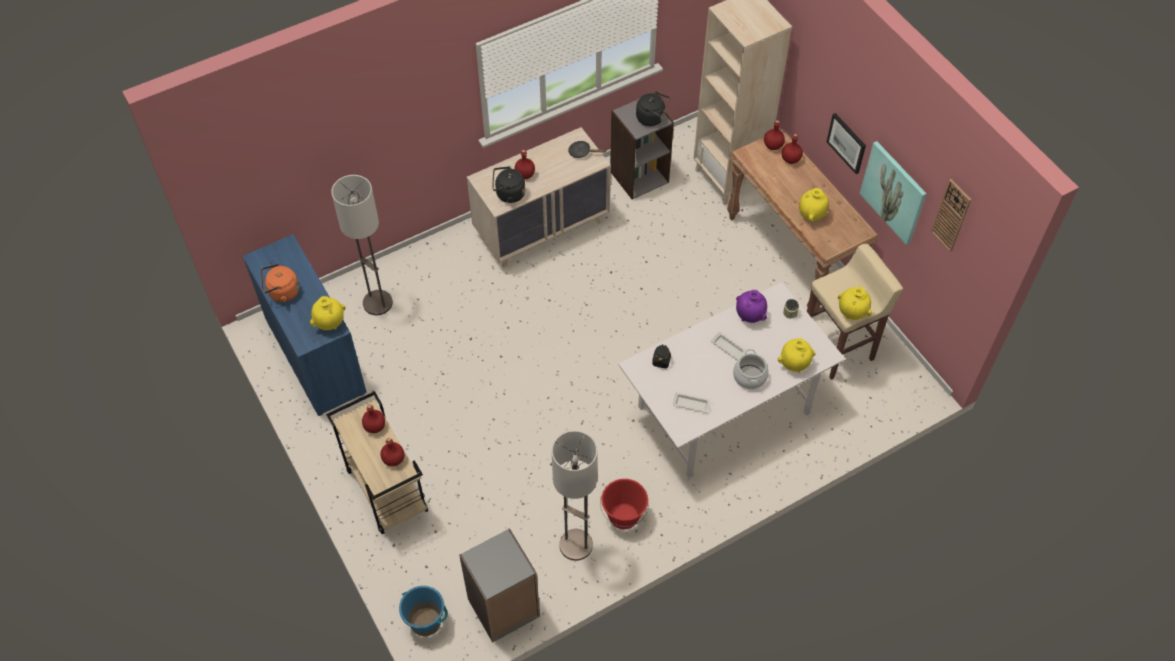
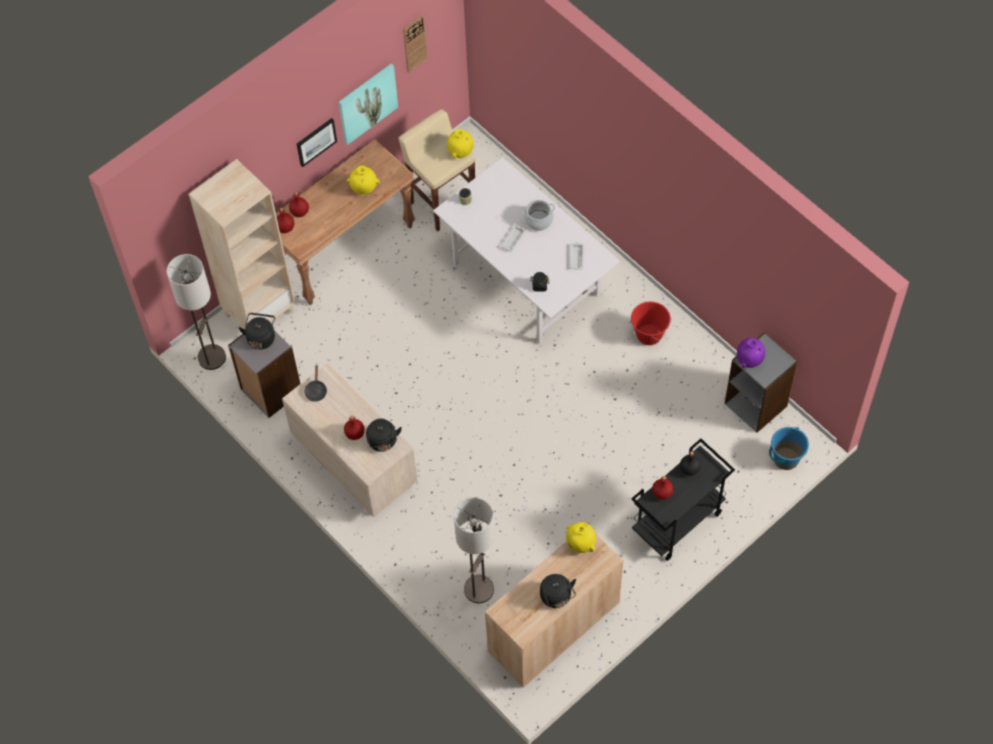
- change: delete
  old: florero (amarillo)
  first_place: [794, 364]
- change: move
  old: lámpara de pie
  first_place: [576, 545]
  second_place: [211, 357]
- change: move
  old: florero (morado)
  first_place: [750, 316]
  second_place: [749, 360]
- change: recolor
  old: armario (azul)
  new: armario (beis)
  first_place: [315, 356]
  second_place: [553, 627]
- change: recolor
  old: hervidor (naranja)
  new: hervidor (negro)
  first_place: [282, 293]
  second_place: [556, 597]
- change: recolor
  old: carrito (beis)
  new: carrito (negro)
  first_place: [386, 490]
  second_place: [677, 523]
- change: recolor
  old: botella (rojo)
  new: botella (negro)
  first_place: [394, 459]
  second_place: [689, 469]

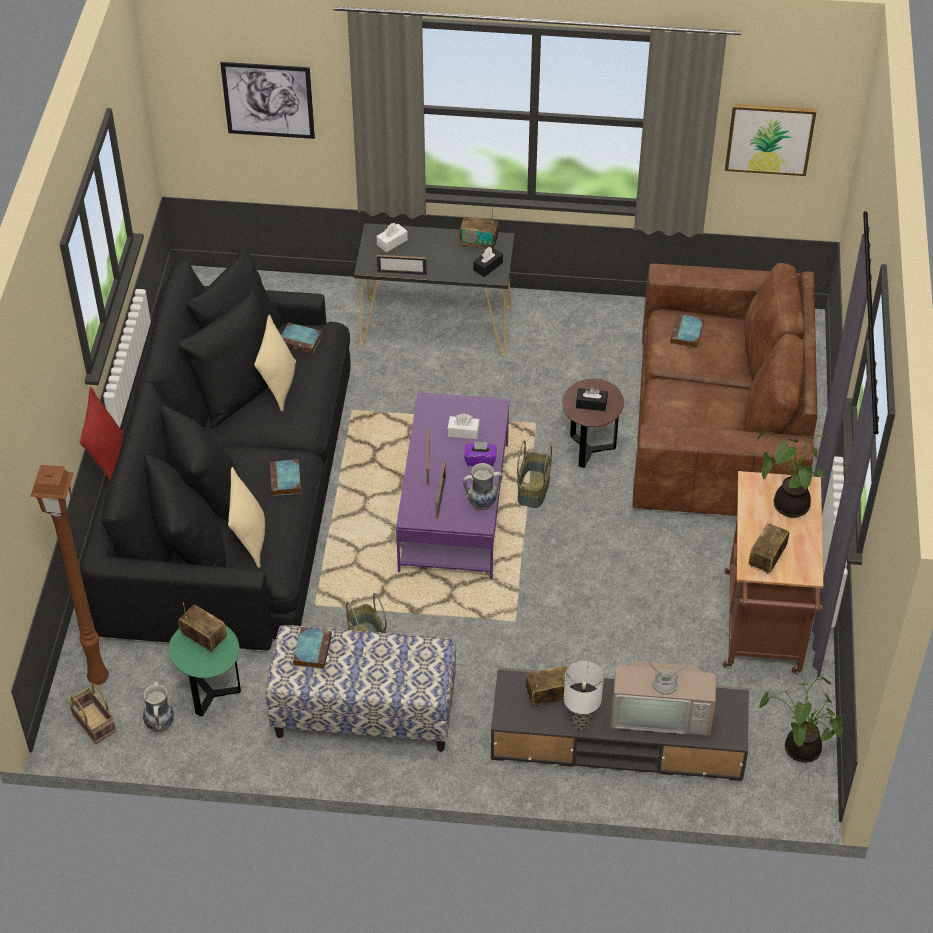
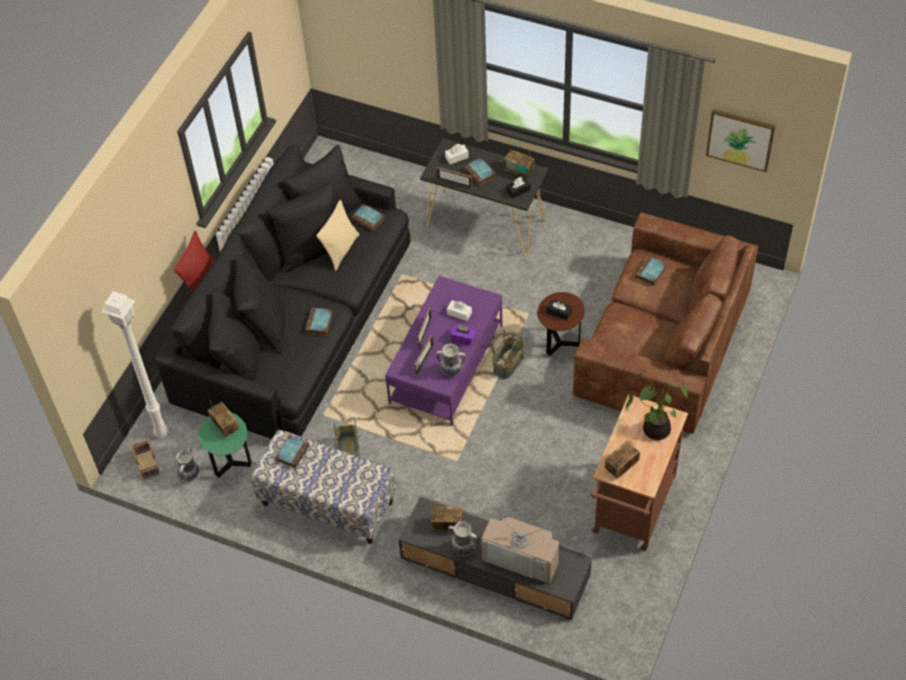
- change: delete
  old: cuadro
  first_place: [268, 100]
- change: delete
  old: cojín (beis)
  first_place: [250, 539]
- change: delete
  old: planta en maceta
  first_place: [799, 749]
- change: insert
  new: libro
  second_place: [480, 173]
- change: replace
  old: lámpara de mesa
  new: florero
  first_place: [581, 720]
  second_place: [463, 549]
- change: recolor
  old: lámpara de pie (marrón)
  new: lámpara de pie (blanco)
  first_place: [97, 676]
  second_place: [161, 432]

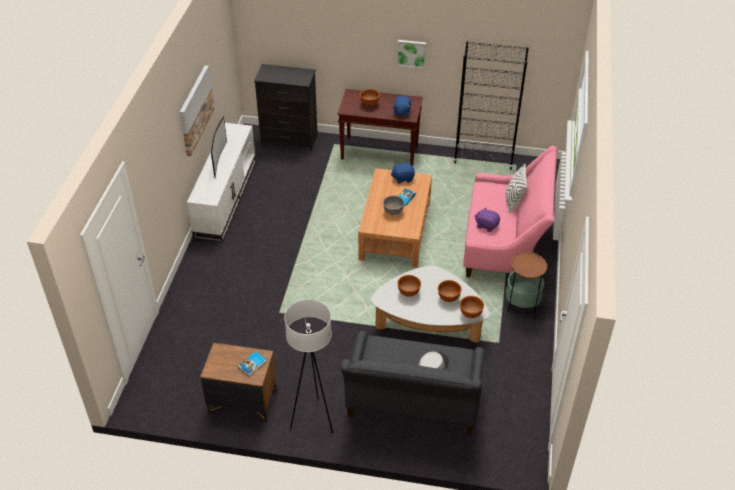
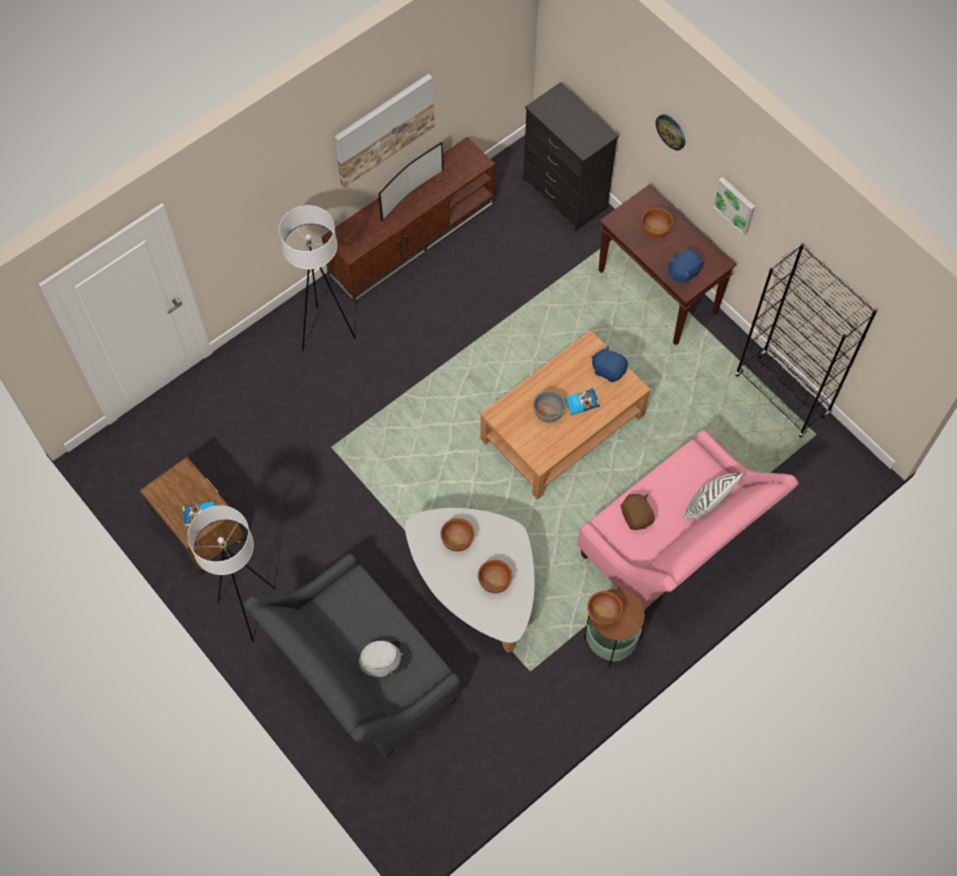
- change: insert
  new: lámpara de pie (blanco)
  second_place: [325, 332]
- change: insert
  new: reloj de pared
  second_place: [671, 131]
- change: move
  old: cuenco (marrón)
  first_place: [471, 313]
  second_place: [603, 614]
- change: recolor
  old: mueble de televisión (blanco)
  new: mueble de televisión (marrón)
  first_place: [225, 197]
  second_place: [412, 237]
- change: recolor
  old: peluche (morado)
  new: peluche (marrón)
  first_place: [486, 225]
  second_place: [636, 516]

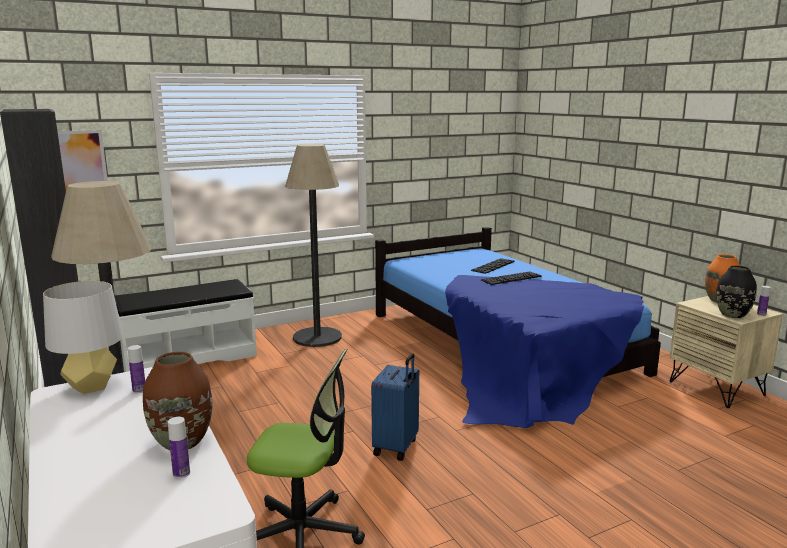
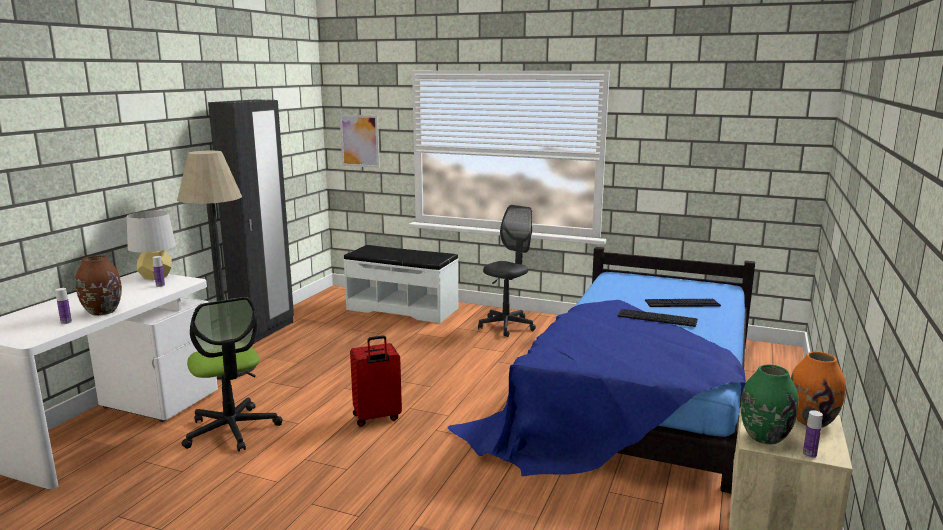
- change: replace
  old: lámpara de pie
  new: silla de oficina (gris)
  first_place: [317, 337]
  second_place: [506, 326]
- change: recolor
  old: maleta (azul)
  new: maleta (rojo)
  first_place: [397, 447]
  second_place: [377, 418]
- change: recolor
  old: florero (negro)
  new: florero (verde)
  first_place: [732, 315]
  second_place: [764, 436]

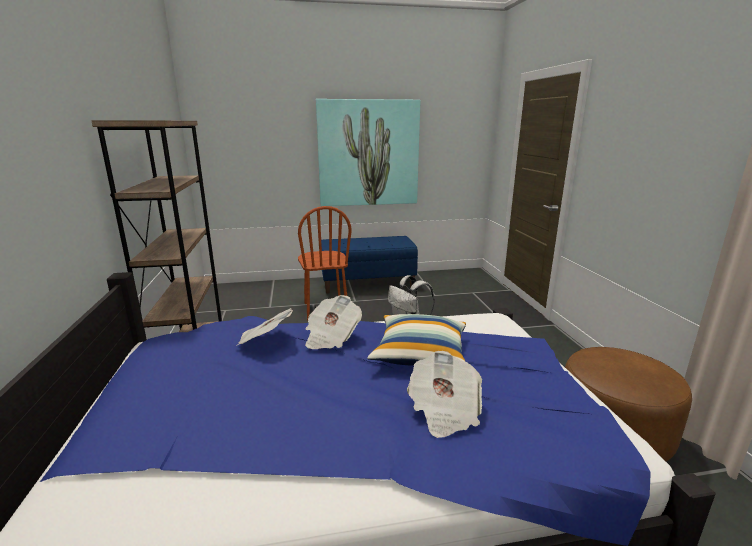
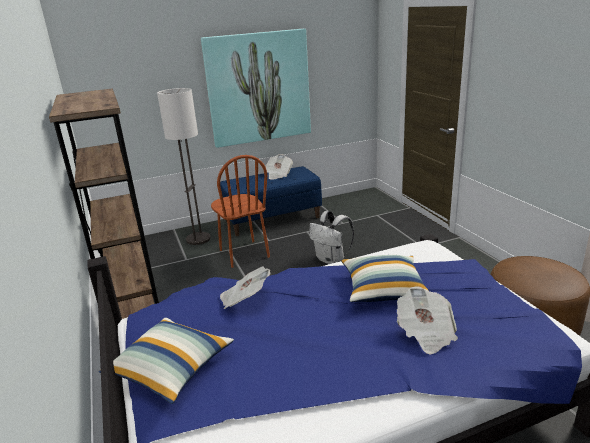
- change: insert
  new: cojín
  second_place: [171, 369]
- change: insert
  new: lámpara de pie
  second_place: [198, 239]
- change: move
  old: periódico
  first_place: [331, 337]
  second_place: [278, 174]

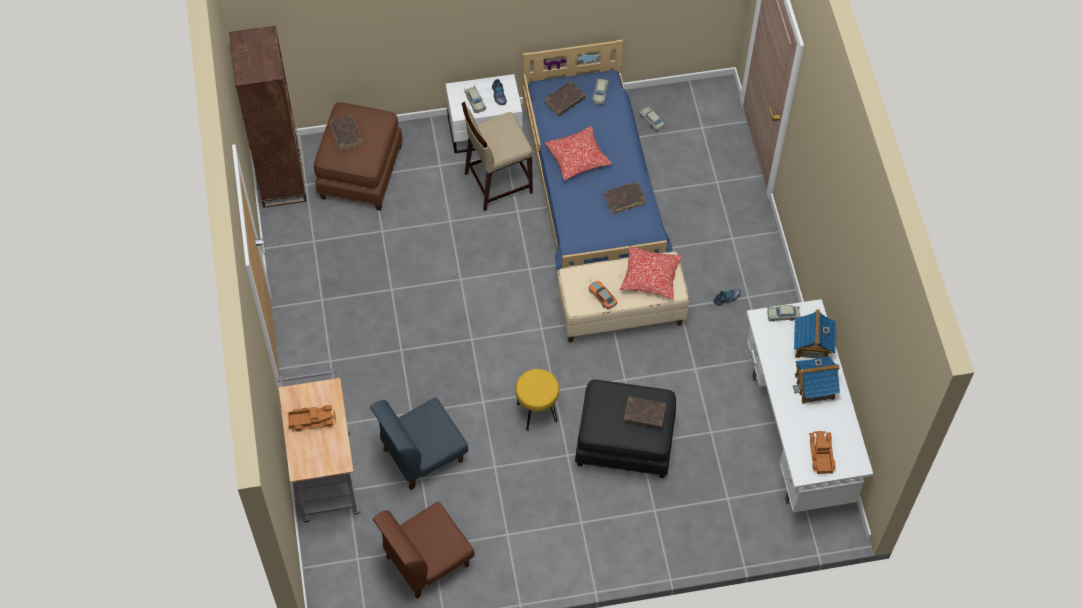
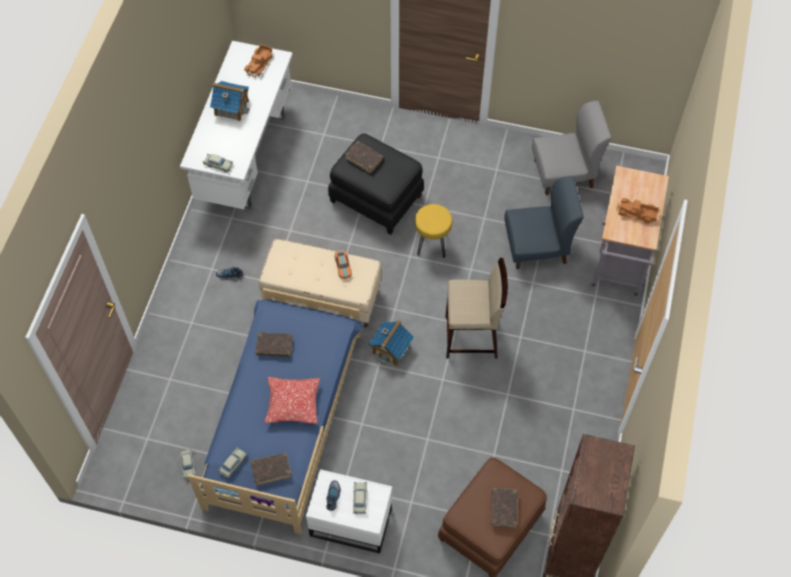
- change: delete
  old: cojín
  first_place: [650, 277]
- change: move
  old: taburete (beis)
  first_place: [497, 182]
  second_place: [471, 337]
- change: move
  old: casita
  first_place: [812, 345]
  second_place: [391, 348]
- change: recolor
  old: silla (marrón)
  new: silla (gris)
  first_place: [426, 561]
  second_place: [564, 174]

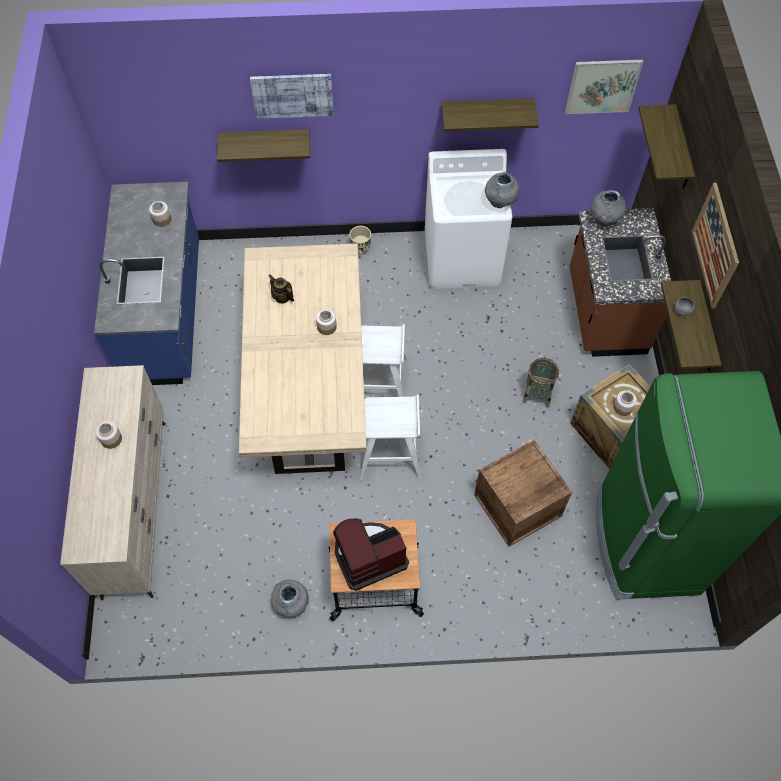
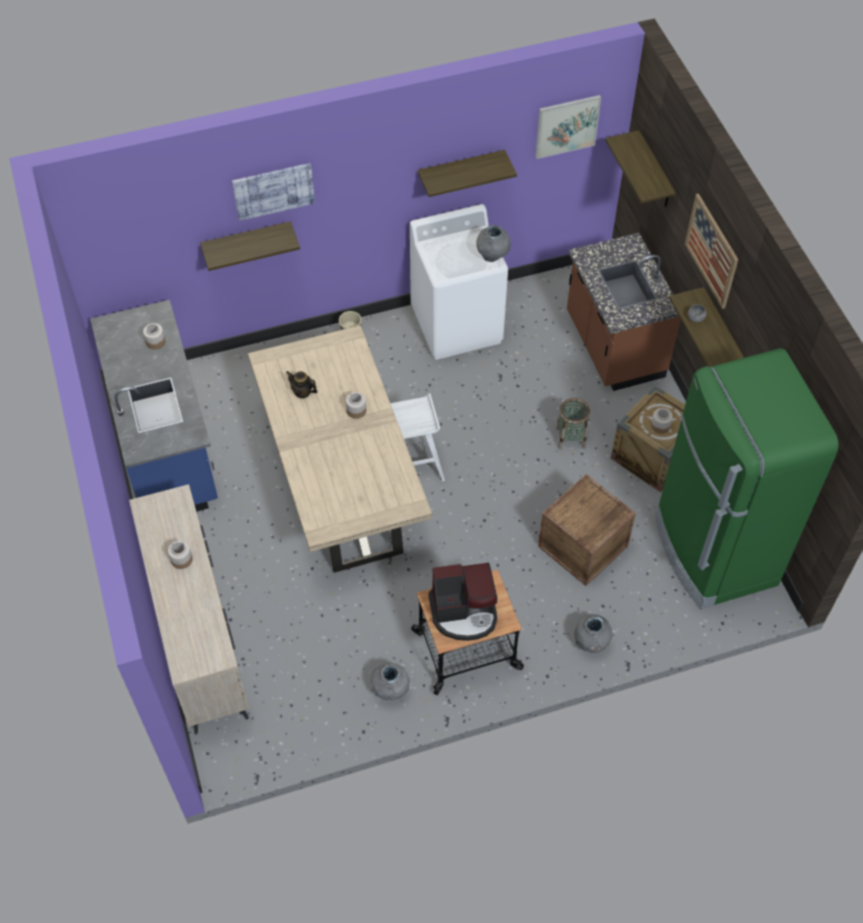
- change: delete
  old: taburete (blanco)
  first_place: [391, 450]
- change: move
  old: florero (gris)
  first_place: [604, 220]
  second_place: [591, 643]
- change: rotate
  old: cafetera
  first_place: [369, 556]
  second_place: [464, 613]
  degrees: -150

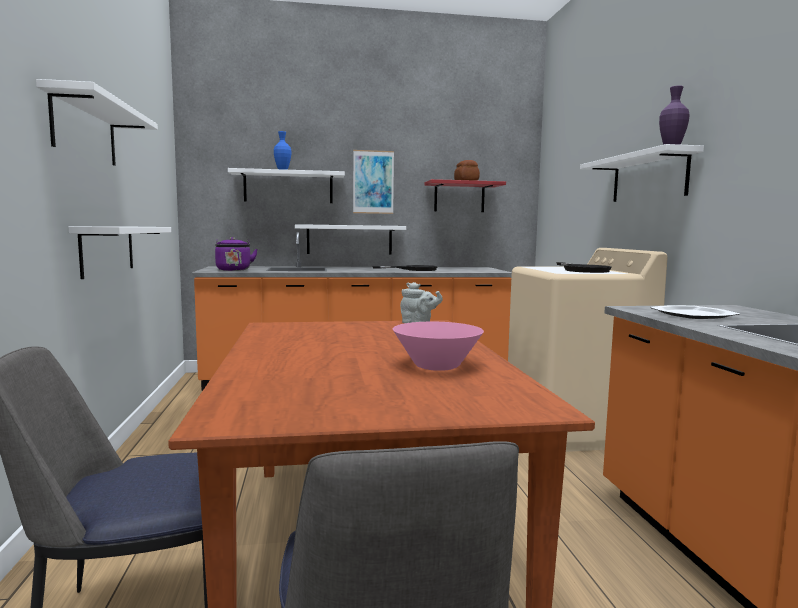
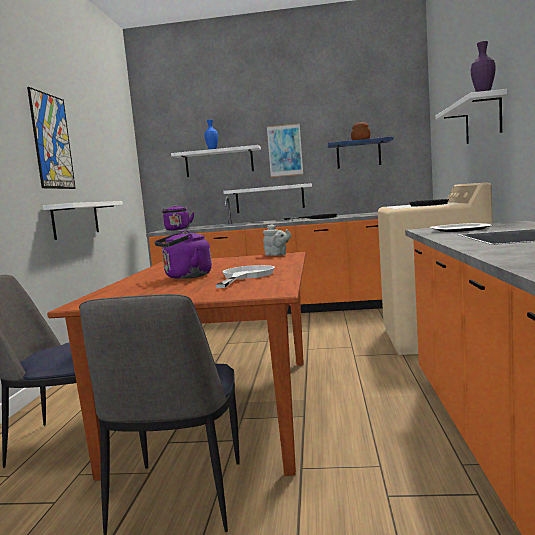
- change: insert
  new: hervidor (morado)
  second_place: [185, 277]
- change: replace
  old: estante (blanco)
  new: cuadro
  first_place: [85, 130]
  second_place: [52, 141]
- change: replace
  old: cuenco (rosa)
  new: sartén (blanco)
  first_place: [436, 366]
  second_place: [245, 276]
- change: recolor
  old: estante (rojo)
  new: estante (azul)
  first_place: [459, 197]
  second_place: [358, 154]

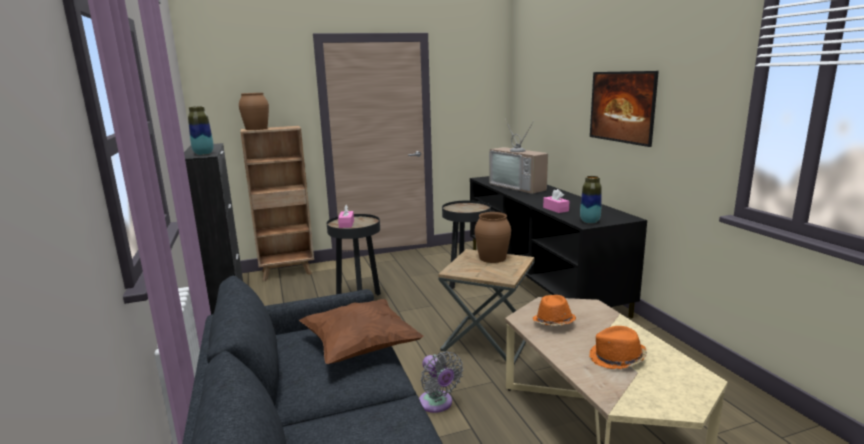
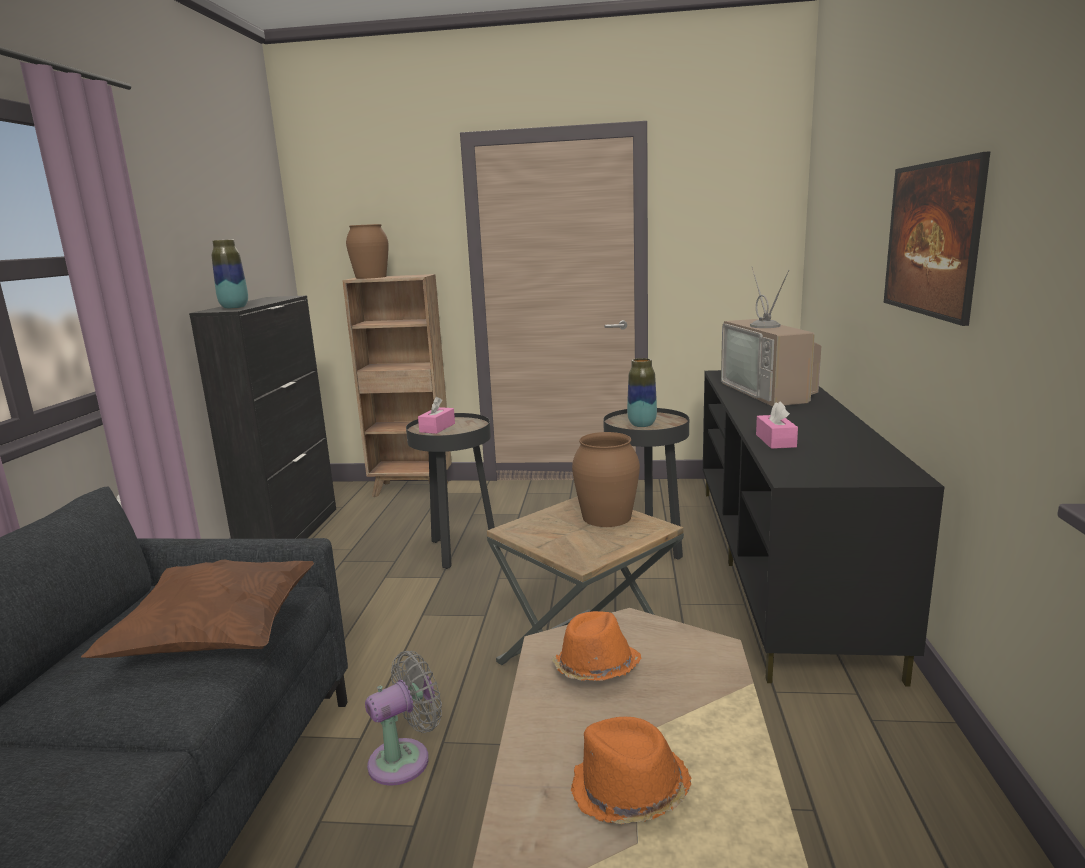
- change: move
  old: florero
  first_place: [589, 221]
  second_place: [642, 425]
- change: rotate
  old: ventilador (gris)
  first_place: [437, 404]
  second_place: [405, 759]
  degrees: -120

